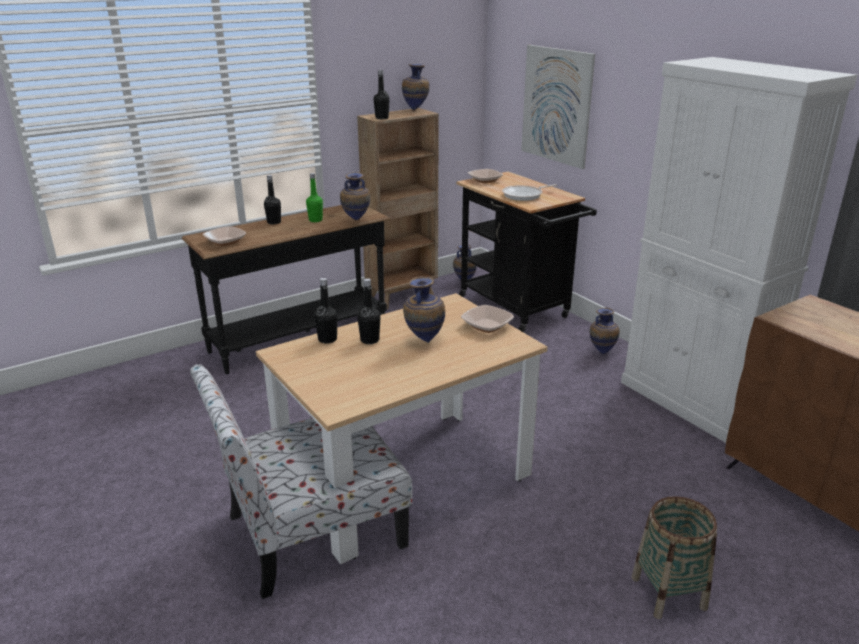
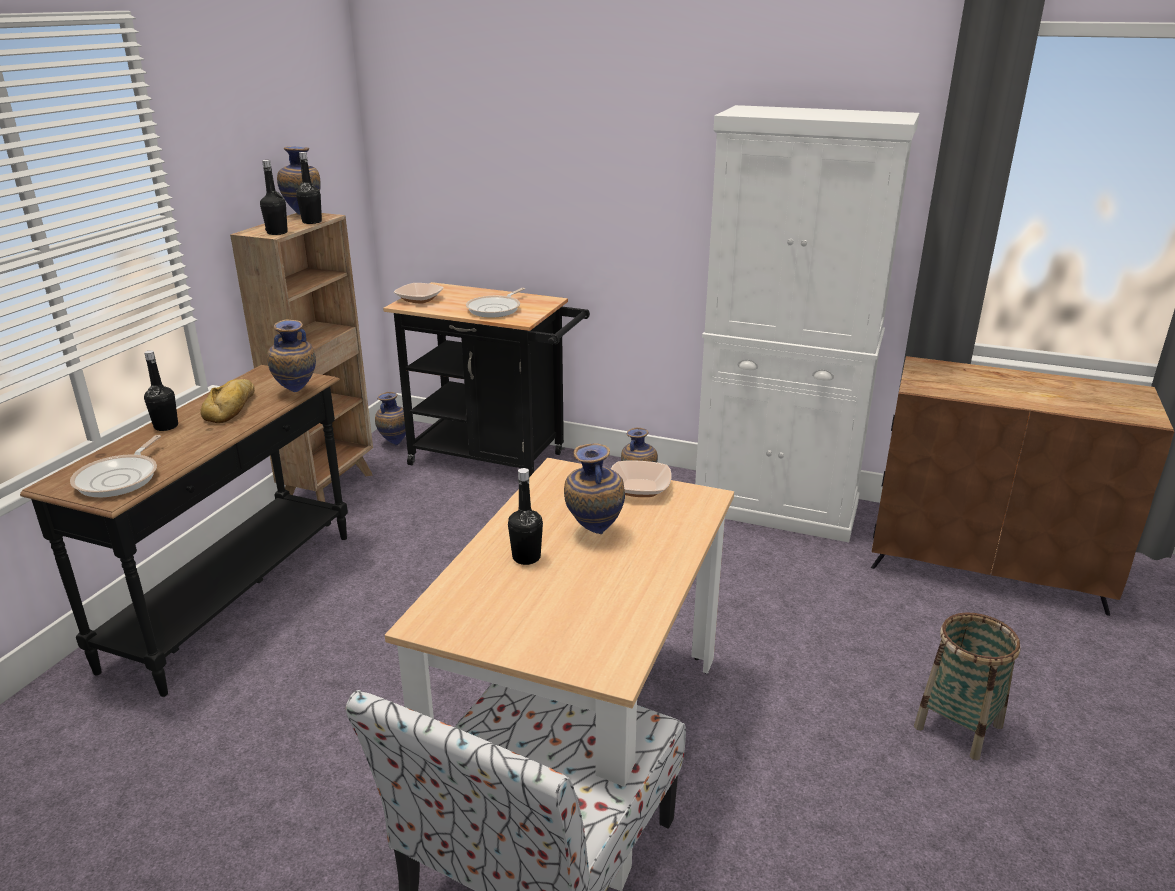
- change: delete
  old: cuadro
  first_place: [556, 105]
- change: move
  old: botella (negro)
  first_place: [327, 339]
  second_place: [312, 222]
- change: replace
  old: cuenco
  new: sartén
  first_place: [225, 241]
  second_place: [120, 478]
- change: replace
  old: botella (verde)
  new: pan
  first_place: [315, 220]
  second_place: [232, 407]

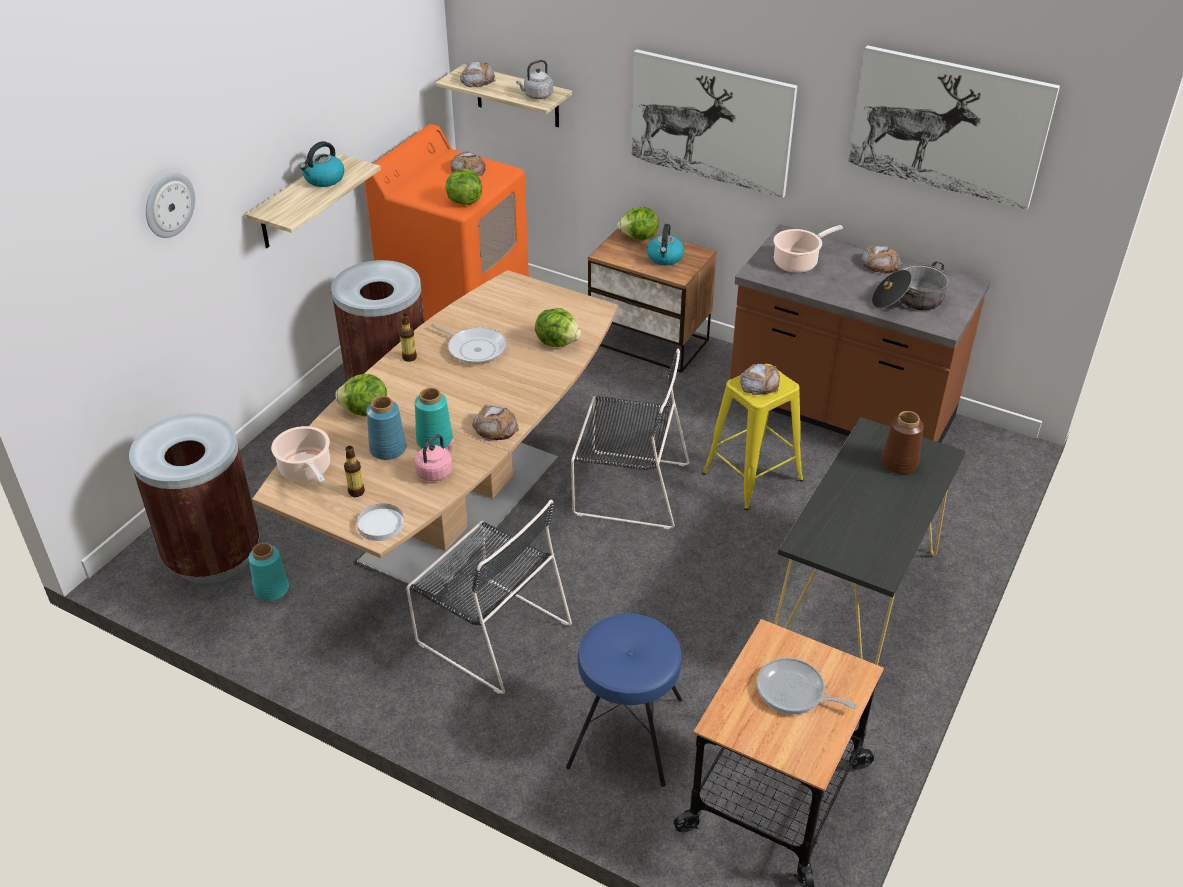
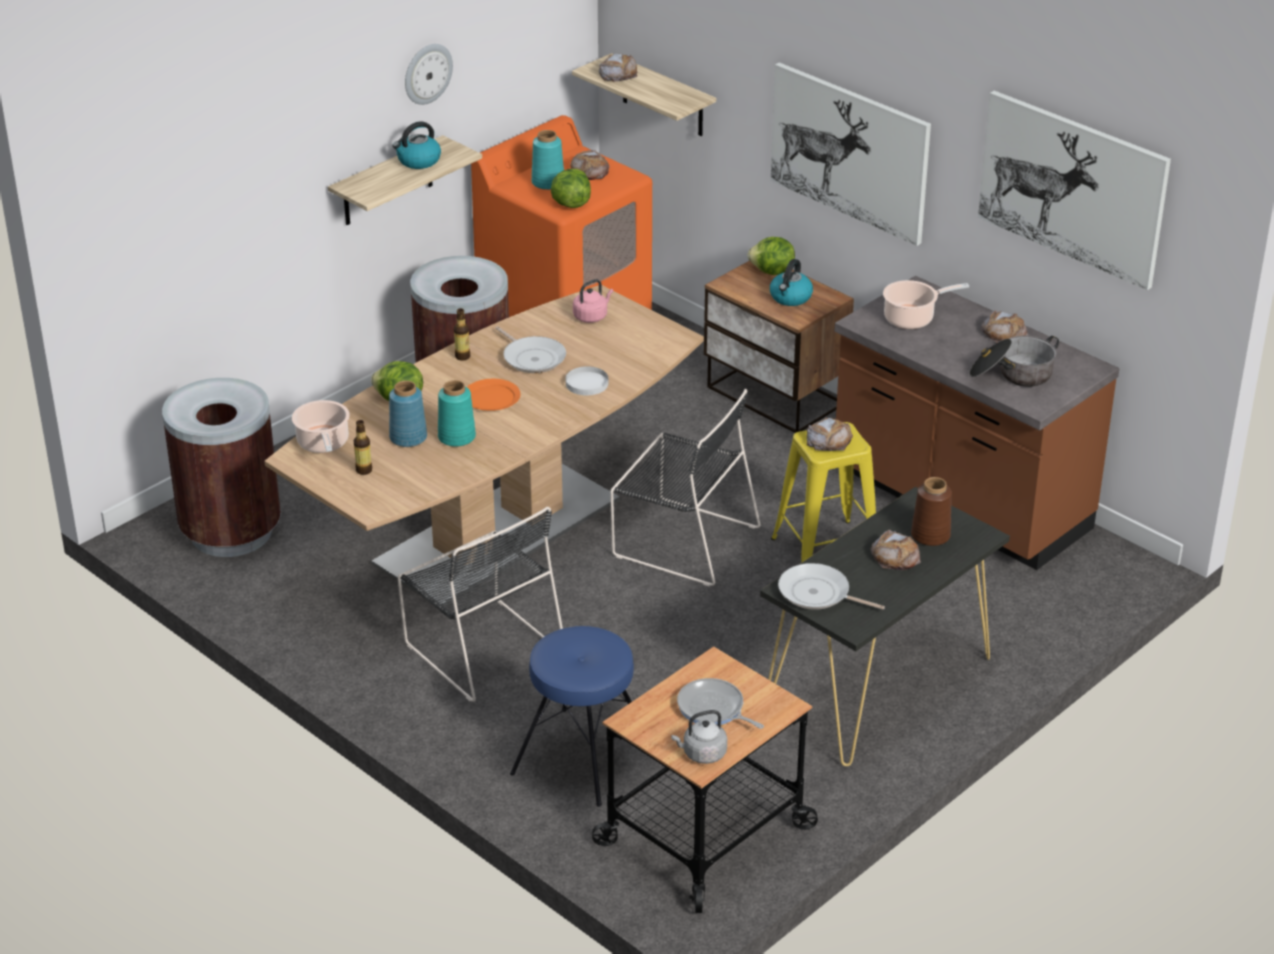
- change: delete
  old: lechuga
  first_place: [557, 342]
- change: insert
  new: plato (naranja)
  second_place: [491, 398]
- change: insert
  new: sartén
  second_place: [818, 594]
- change: move
  old: reloj de pared
  first_place: [168, 204]
  second_place: [427, 73]
- change: move
  old: florero (turquesa)
  first_place: [271, 589]
  second_place: [547, 182]
- change: move
  old: plato (blanco)
  first_place: [381, 524]
  second_place: [587, 383]
- change: move
  old: hervidor (rosa)
  first_place: [436, 471]
  second_place: [592, 316]
- change: move
  old: pan
  first_place: [495, 427]
  second_place: [895, 556]
- change: move
  old: hervidor (gris)
  first_place: [537, 96]
  second_place: [702, 754]

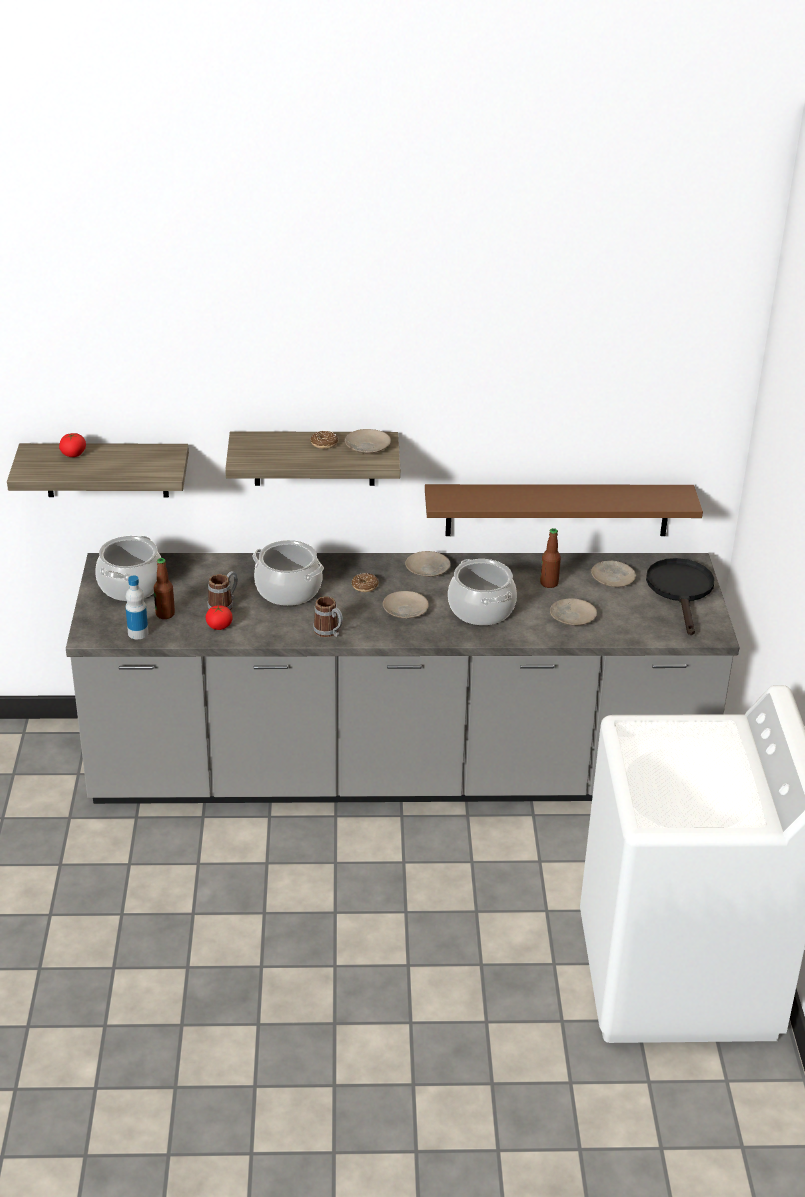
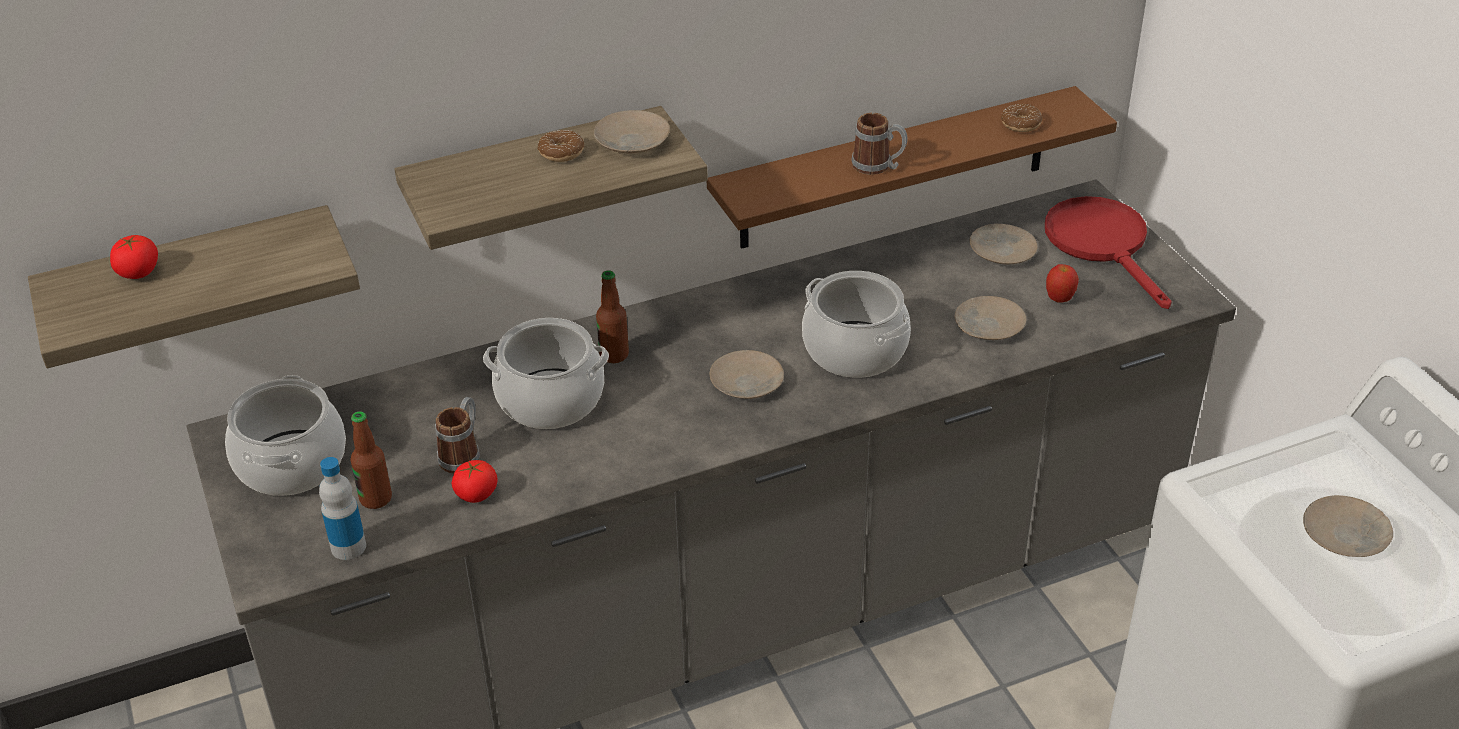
- change: insert
  new: manzana
  second_place: [1059, 299]
- change: move
  old: taza grande
  first_place: [329, 632]
  second_place: [878, 166]
- change: move
  old: rosquilla
  first_place: [365, 586]
  second_place: [1021, 124]
- change: move
  old: plato (beis)
  first_place: [428, 569]
  second_place: [1346, 535]
- change: move
  old: botella
  first_place: [549, 583]
  second_place: [614, 355]
- change: recolor
  old: sartén (negro)
  new: sartén (rojo)
  first_place: [681, 591]
  second_place: [1103, 244]

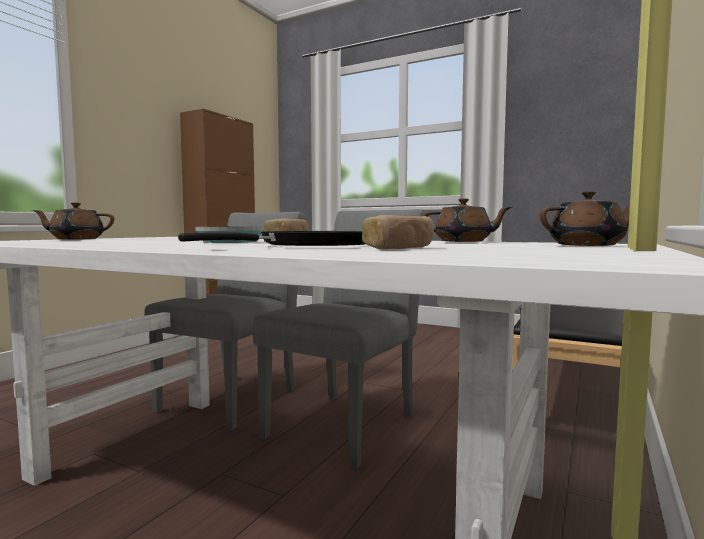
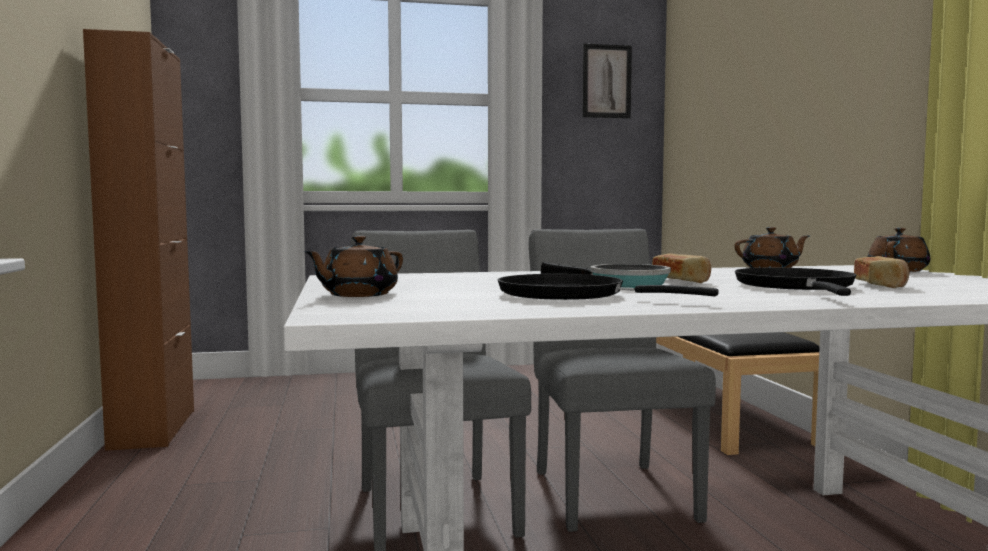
- change: insert
  new: sartén (negro)
  second_place: [570, 295]
- change: insert
  new: cuadro
  second_place: [606, 81]

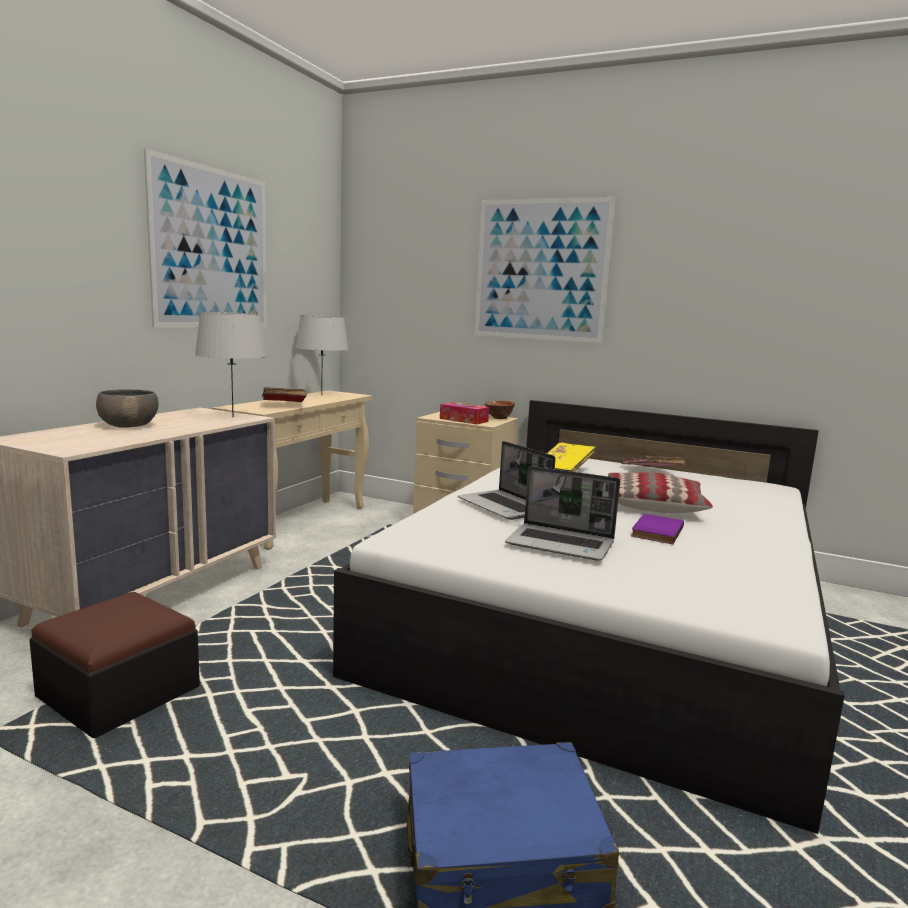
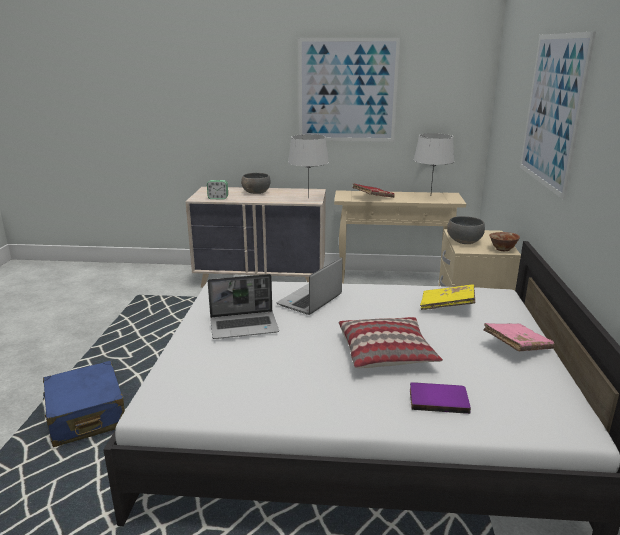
- change: delete
  old: puf
  first_place: [119, 692]
- change: insert
  new: despertador
  second_place: [218, 198]
- change: move
  old: libro (morado)
  first_place: [655, 531]
  second_place: [438, 399]
- change: replace
  old: caja de pañuelos
  new: cuenco (gris)
  first_place: [463, 420]
  second_place: [464, 241]
- change: rotate
  old: portátil
  first_place: [561, 544]
  second_place: [245, 326]
  degrees: -105

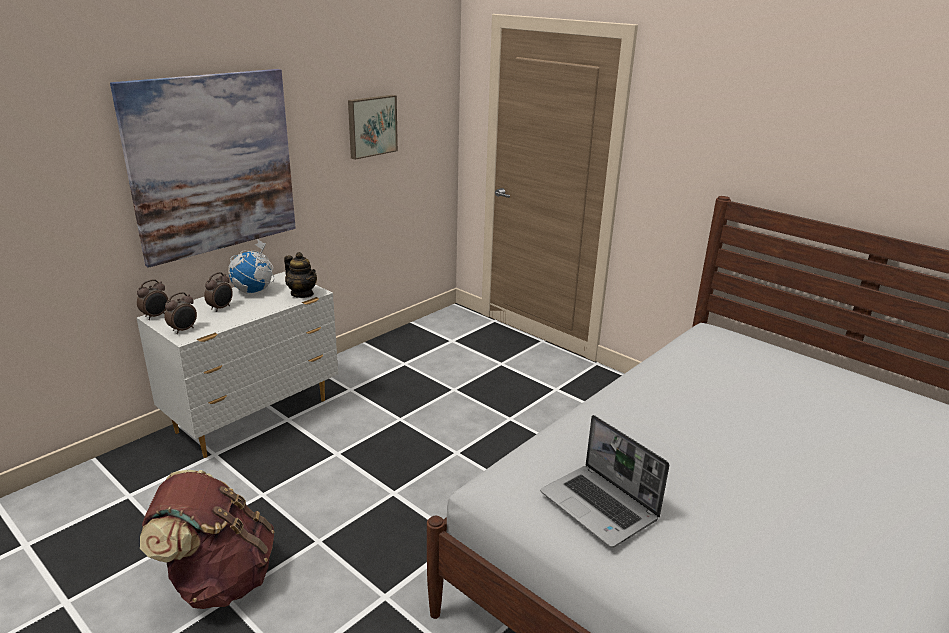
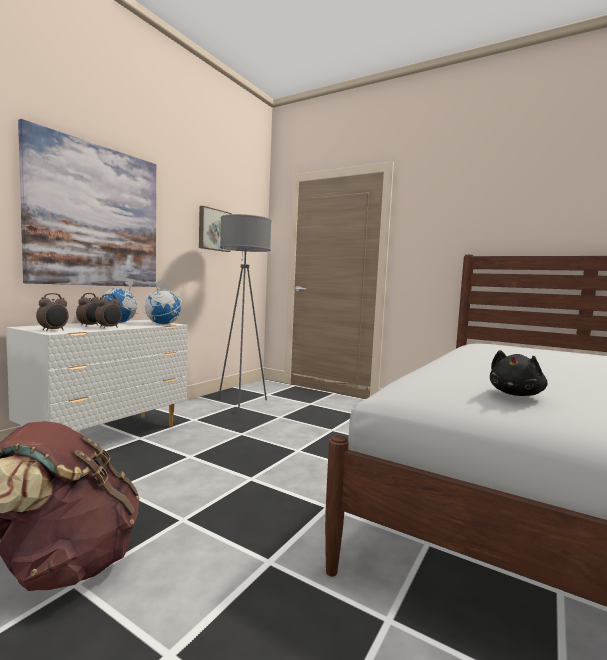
- change: insert
  new: lámpara de pie (gris)
  second_place: [241, 404]
- change: move
  old: despertador
  first_place: [156, 316]
  second_place: [109, 328]
- change: replace
  old: tetera
  new: globo terráqueo
  first_place: [302, 294]
  second_place: [162, 324]
- change: replace
  old: portátil
  new: peluche (negro)
  first_place: [600, 507]
  second_place: [516, 394]

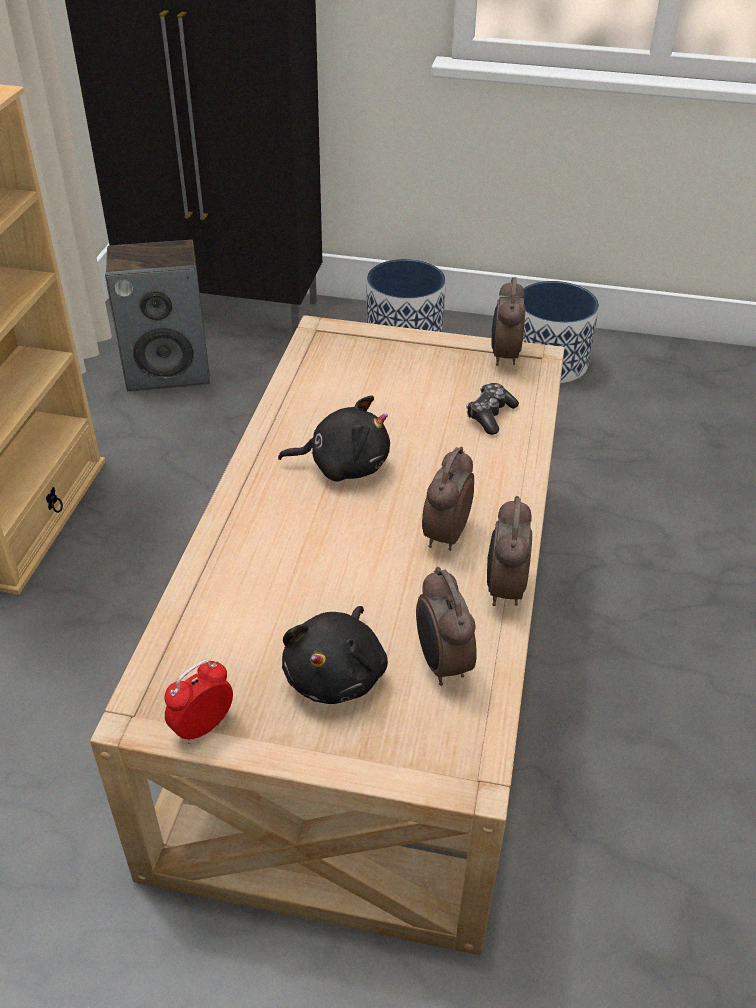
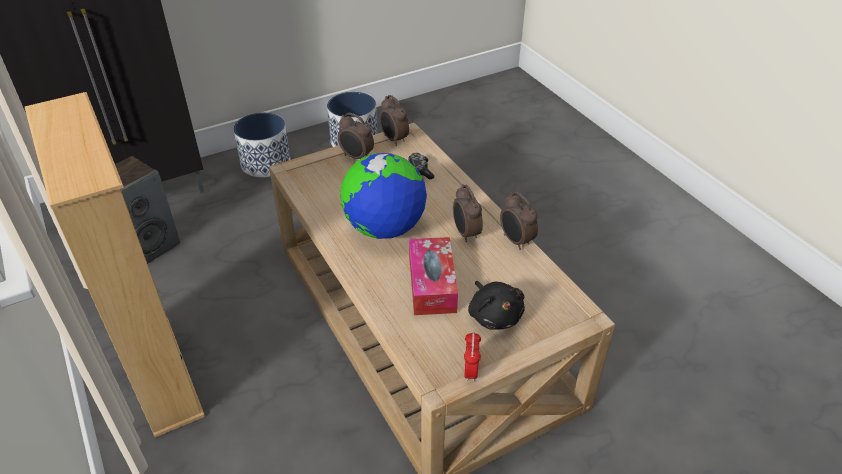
- change: insert
  new: caja de pañuelos
  second_place: [432, 284]
- change: move
  old: despertador
  first_place: [441, 664]
  second_place: [356, 157]
- change: replace
  old: peluche (negro)
  new: globo terráqueo
  first_place: [343, 465]
  second_place: [384, 228]

